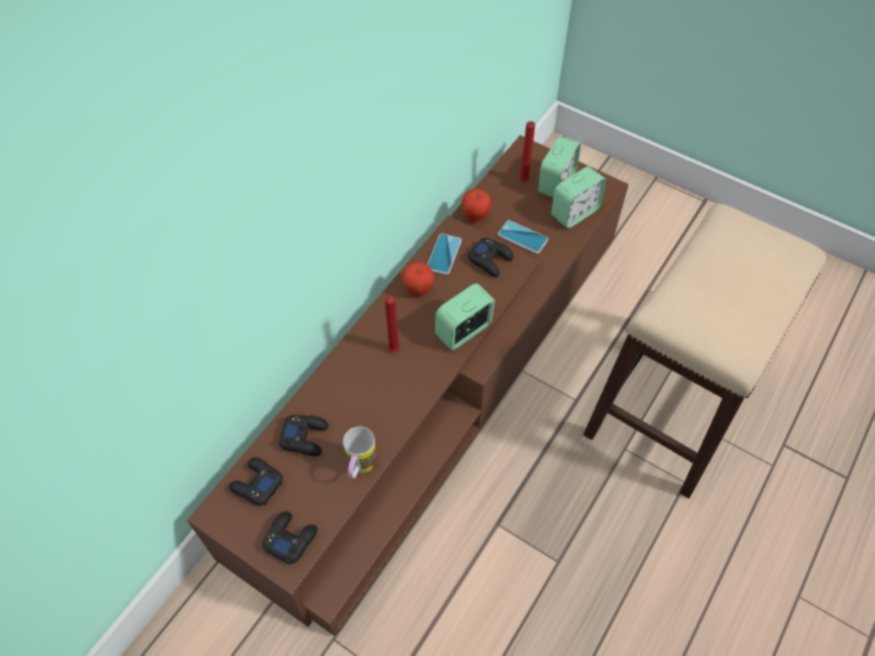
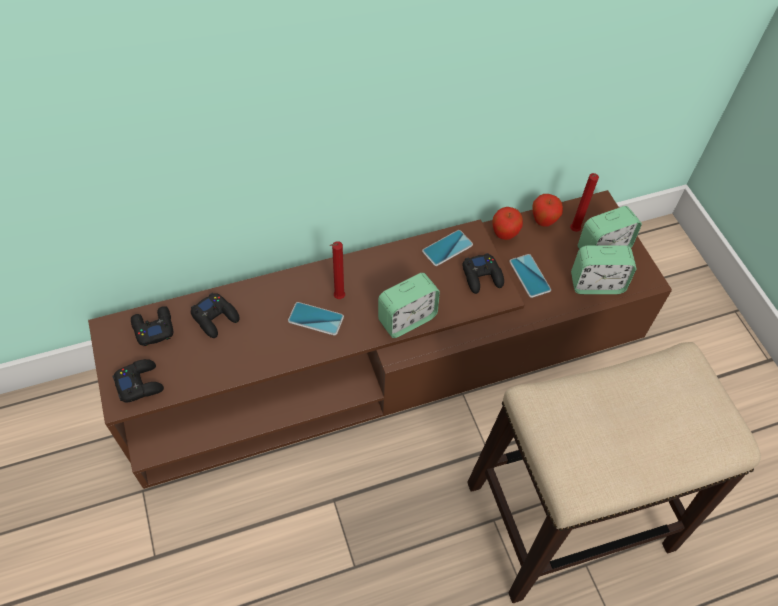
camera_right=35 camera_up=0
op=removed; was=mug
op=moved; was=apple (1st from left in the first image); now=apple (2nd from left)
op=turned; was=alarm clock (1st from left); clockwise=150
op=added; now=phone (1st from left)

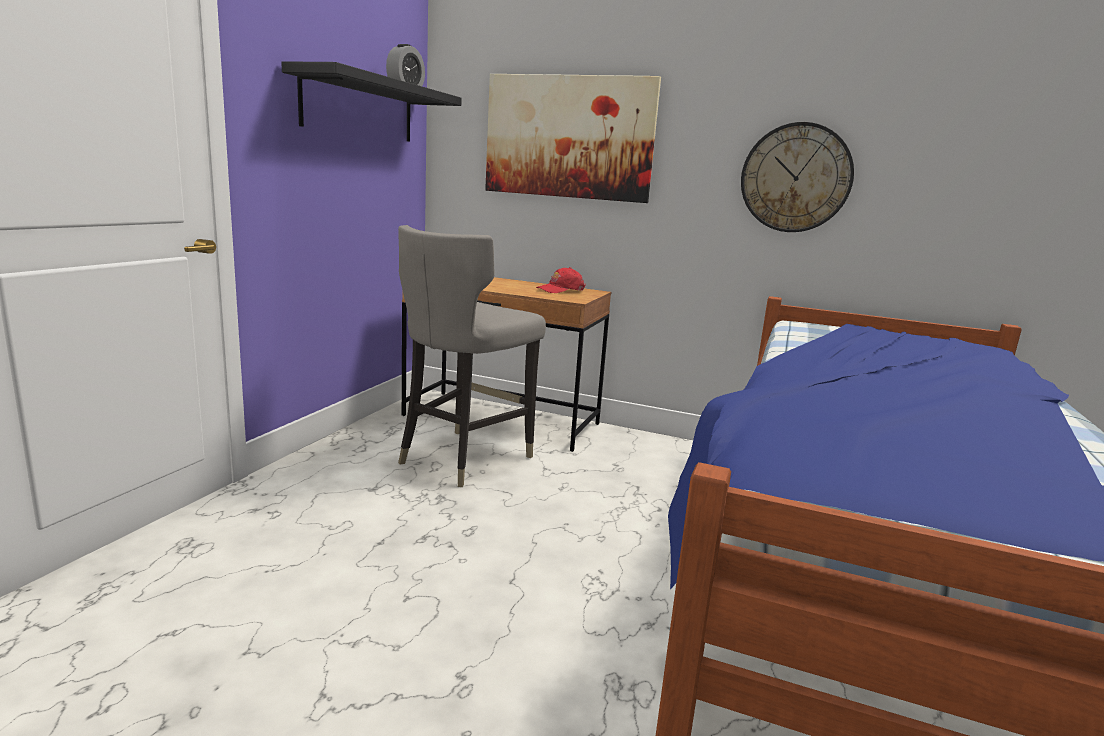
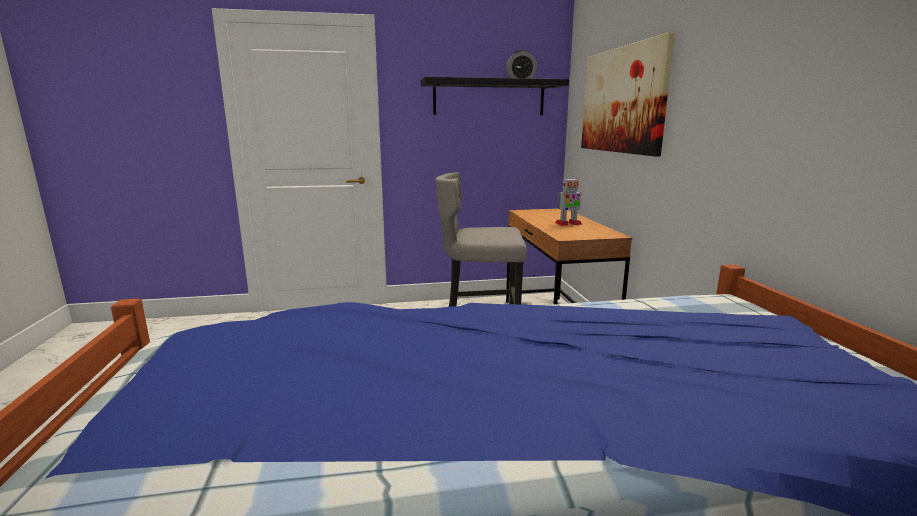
camera_right=60 camera_up=0
op=removed; was=red cap
op=removed; was=wall clock
op=added; now=toy robot

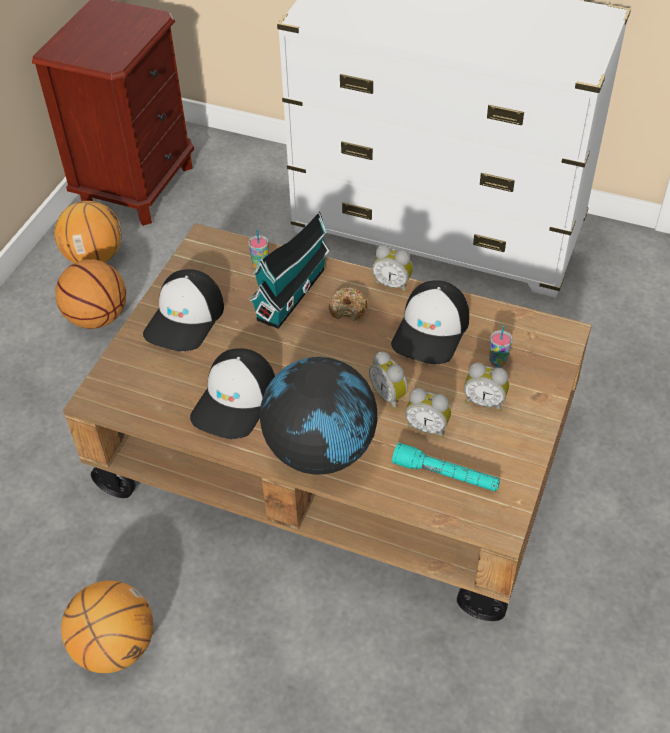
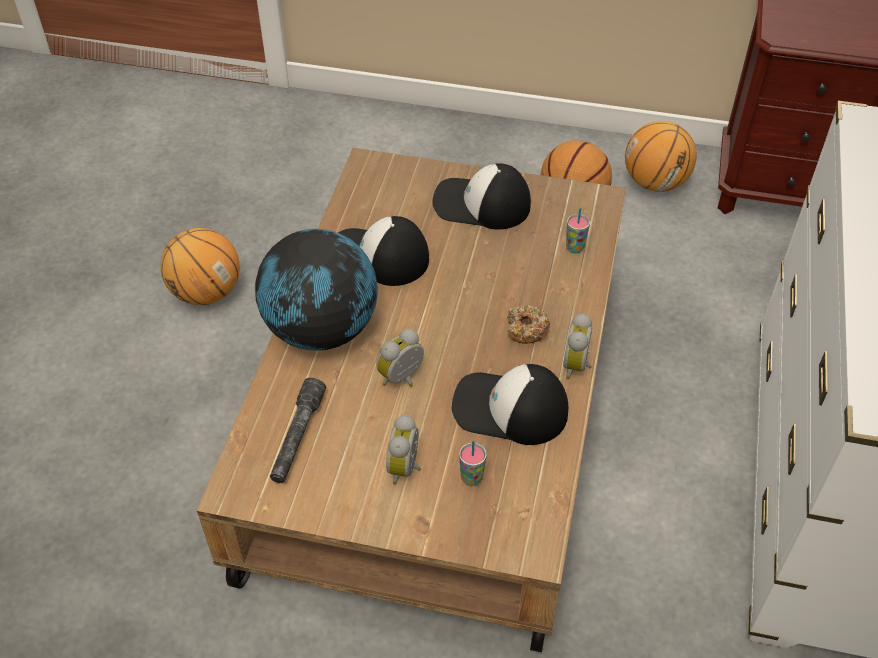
camera_right=80 camera_up=0
op=removed; was=toy house
op=recoloured; was=turquoise flashlight; now=grey flashlight
op=removed; was=alarm clock (3rd from left)

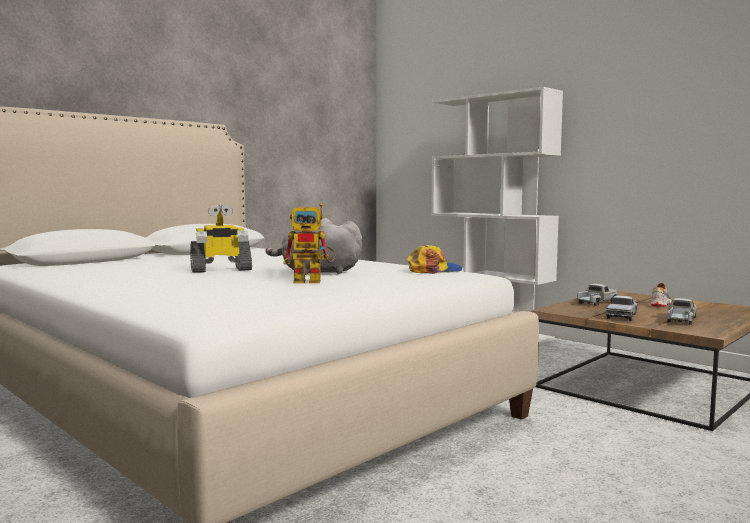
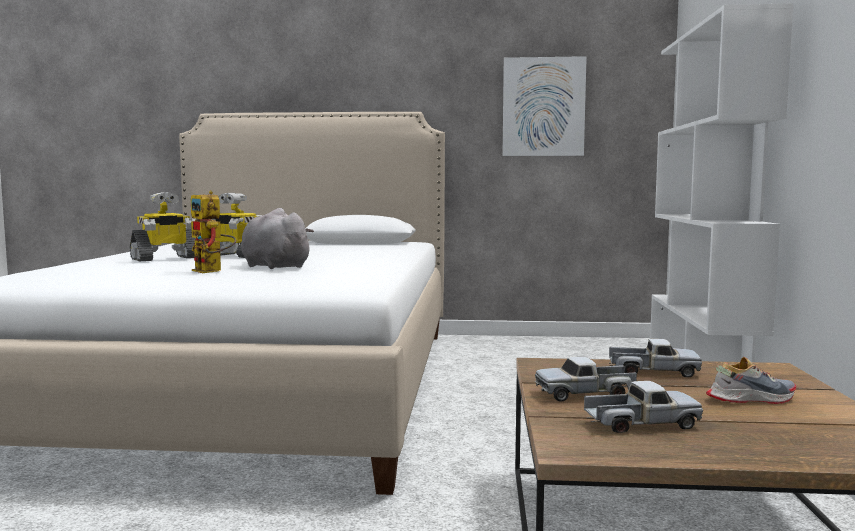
camera_right=50 camera_up=0
op=removed; was=cap
op=added; now=toy robot (1st from left)
op=added; now=picture

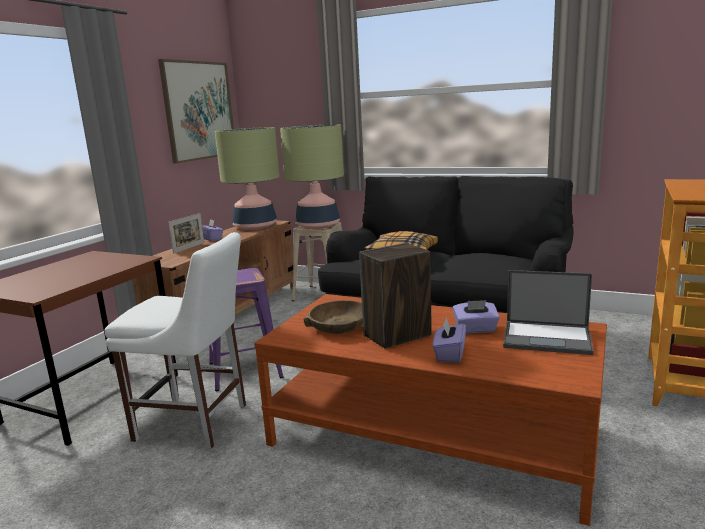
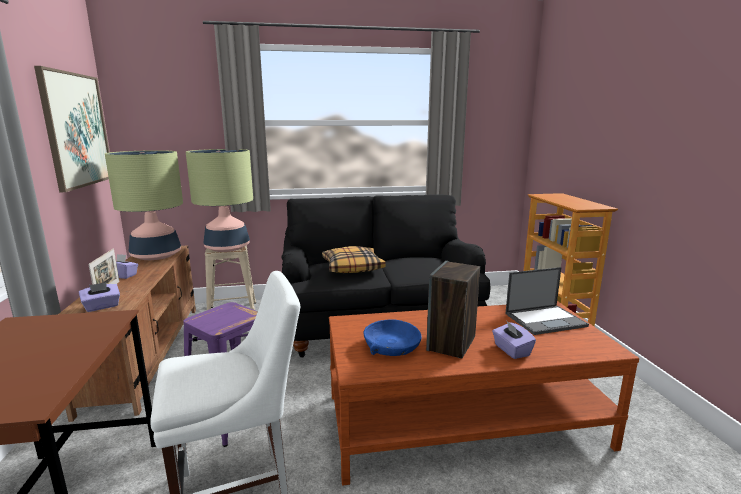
camera_right=-35 camera_up=0
op=recoloured; was=brown bowl; now=blue bowl
op=moved; was=purple tissue box (3rd from left in the first image); now=purple tissue box (1st from left)

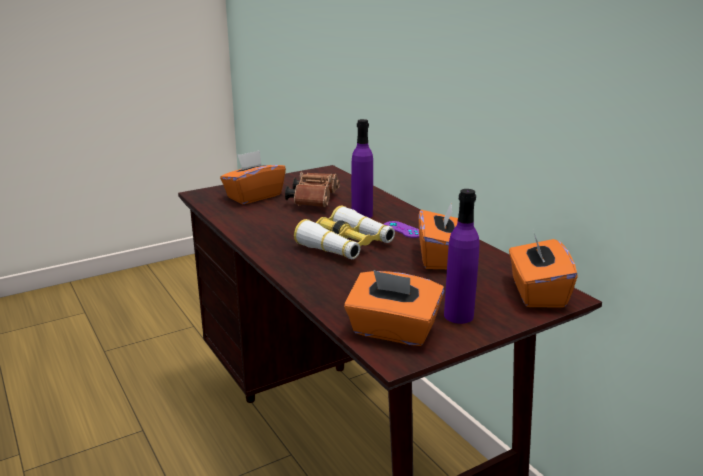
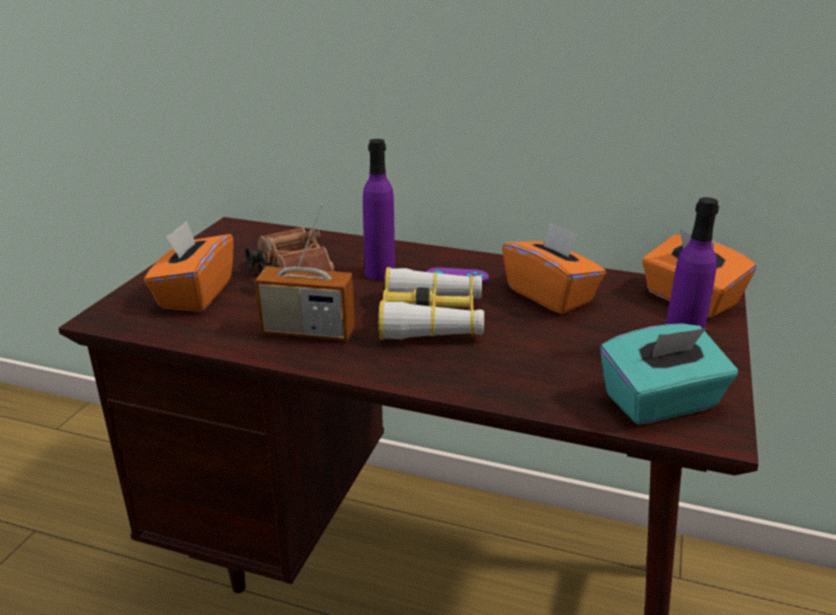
camera_right=-40 camera_up=5
op=recoloured; was=orange tissue box (2nd from left); now=turquoise tissue box
op=added; now=radio

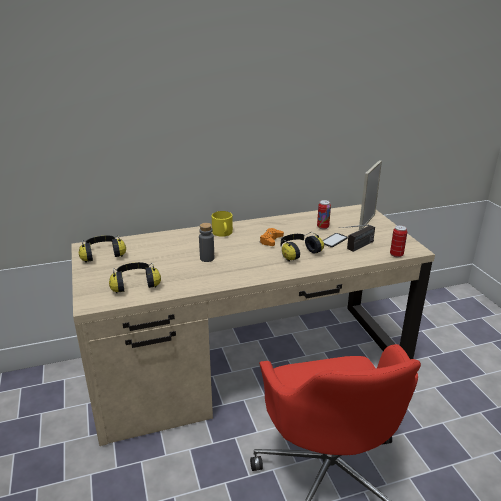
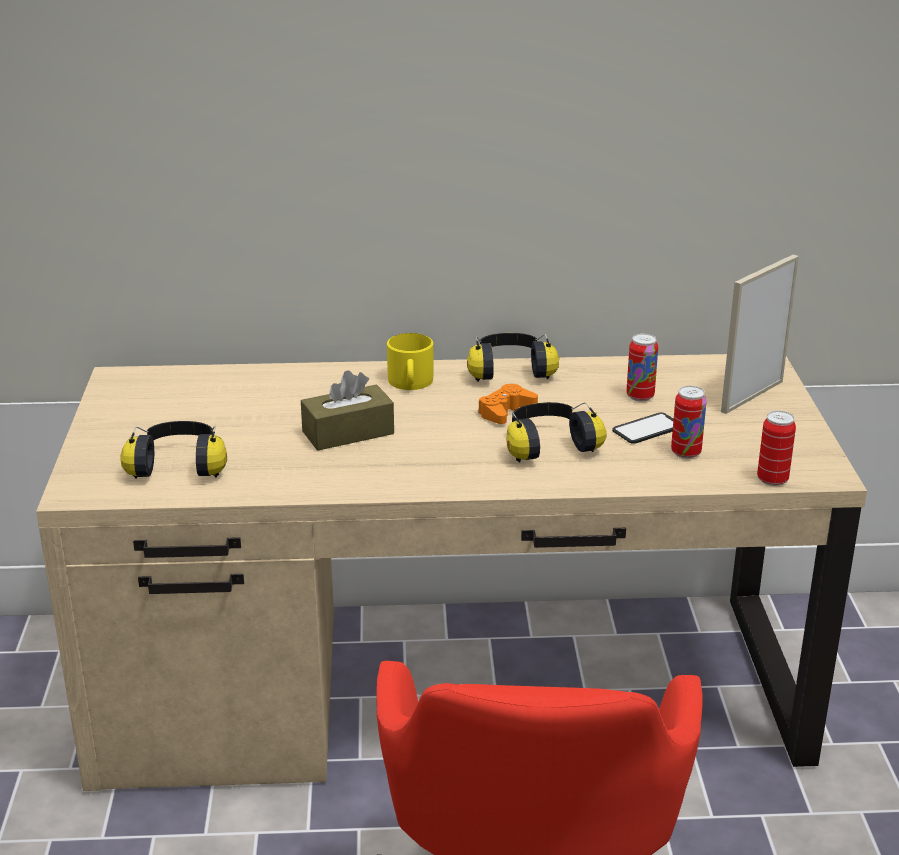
camera_right=15 camera_up=0
op=moved; was=headphones (1st from left in the first image); now=headphones (2nd from left)
op=replaced; was=grey bottle; now=brown tissue box
op=replaced; was=radio; now=can (2nd from left)

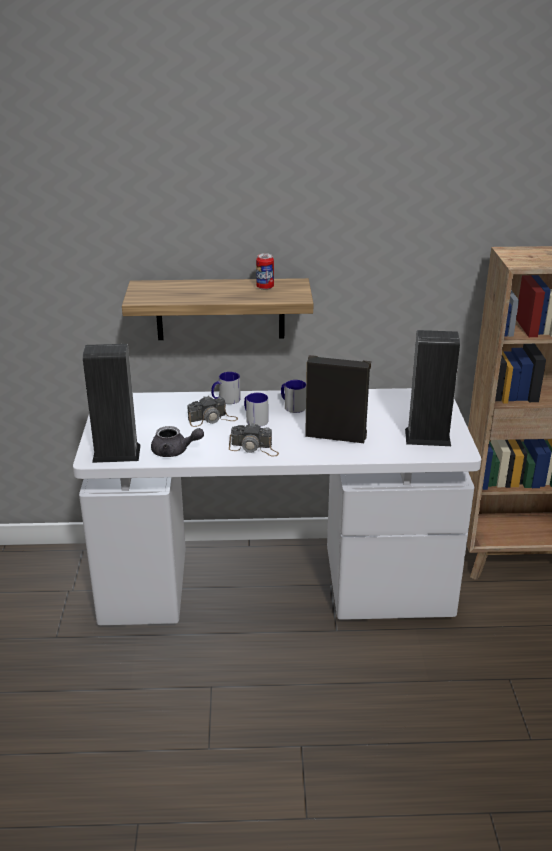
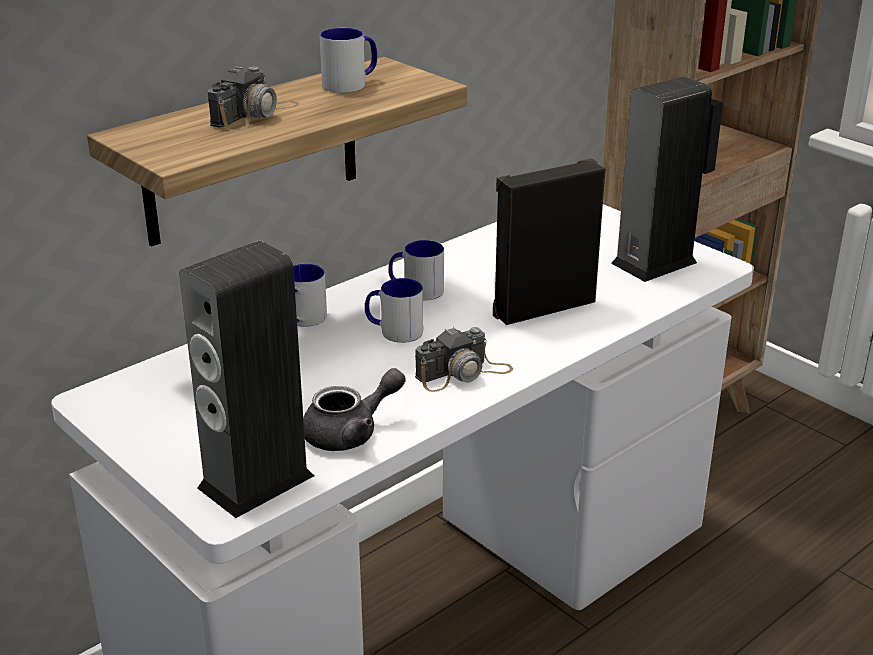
camera_right=-40 camera_up=0
op=moved; was=photo camera (1st from left)
op=replaced; was=can; now=mug (2nd from left)

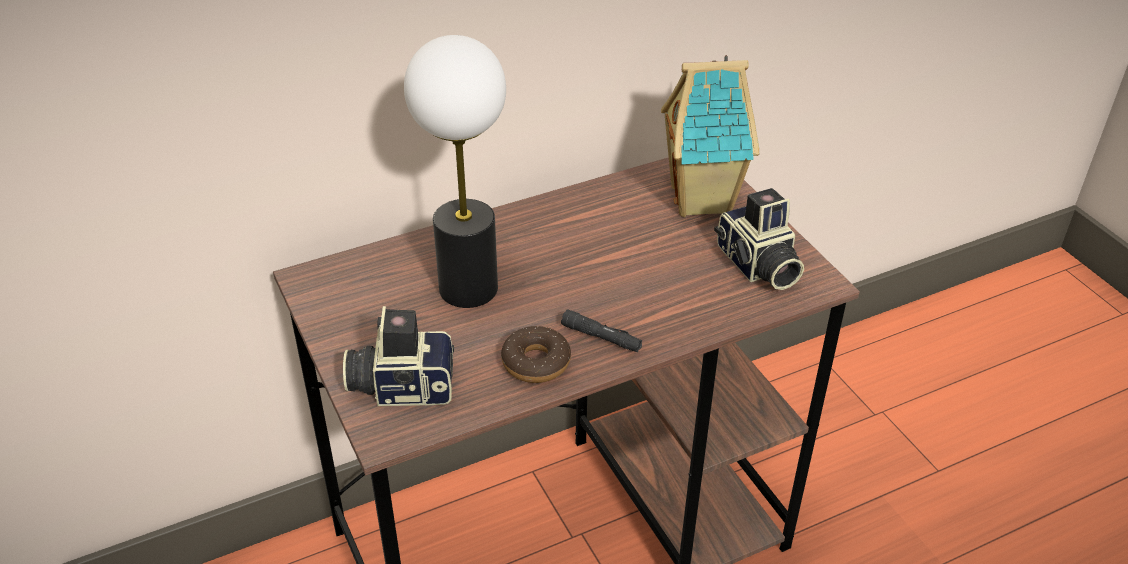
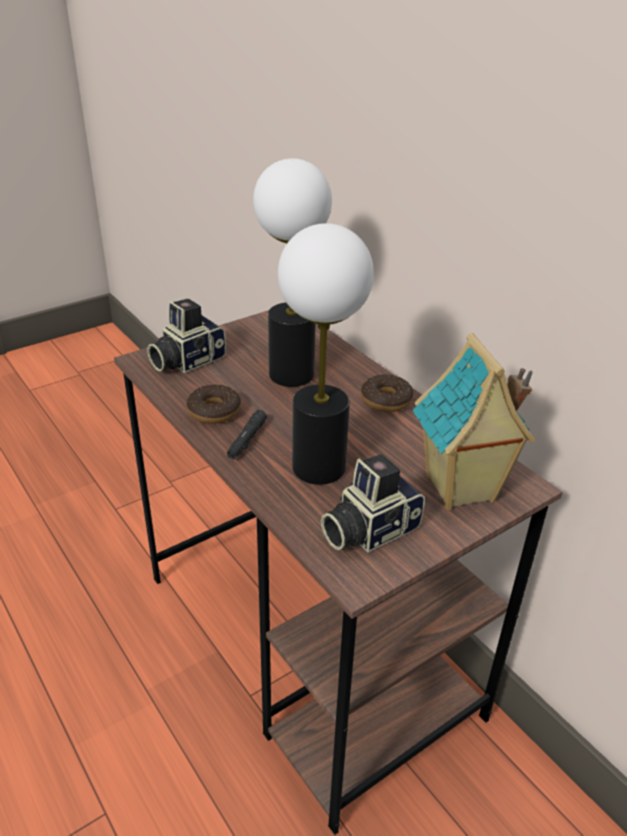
camera_right=80 camera_up=-5
op=turned; was=photo camera (1st from left); clockwise=-120
op=added; now=table lamp (2nd from left)
op=added; now=donut (2nd from left)

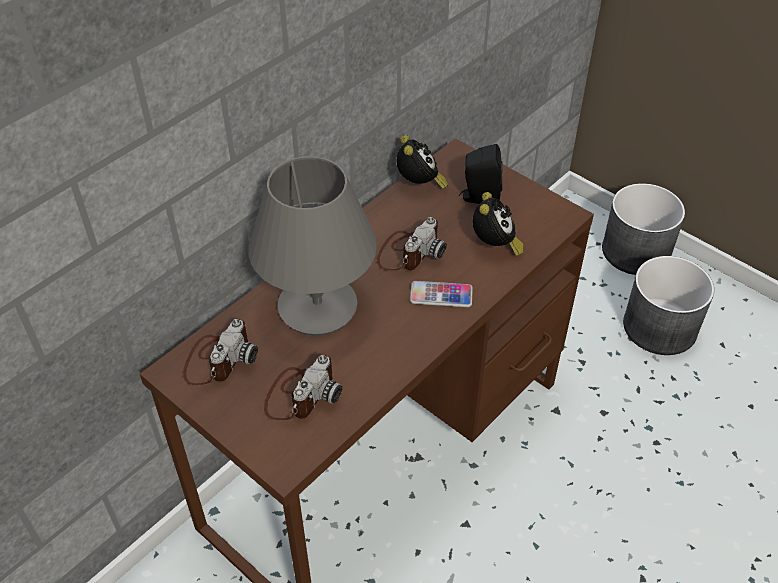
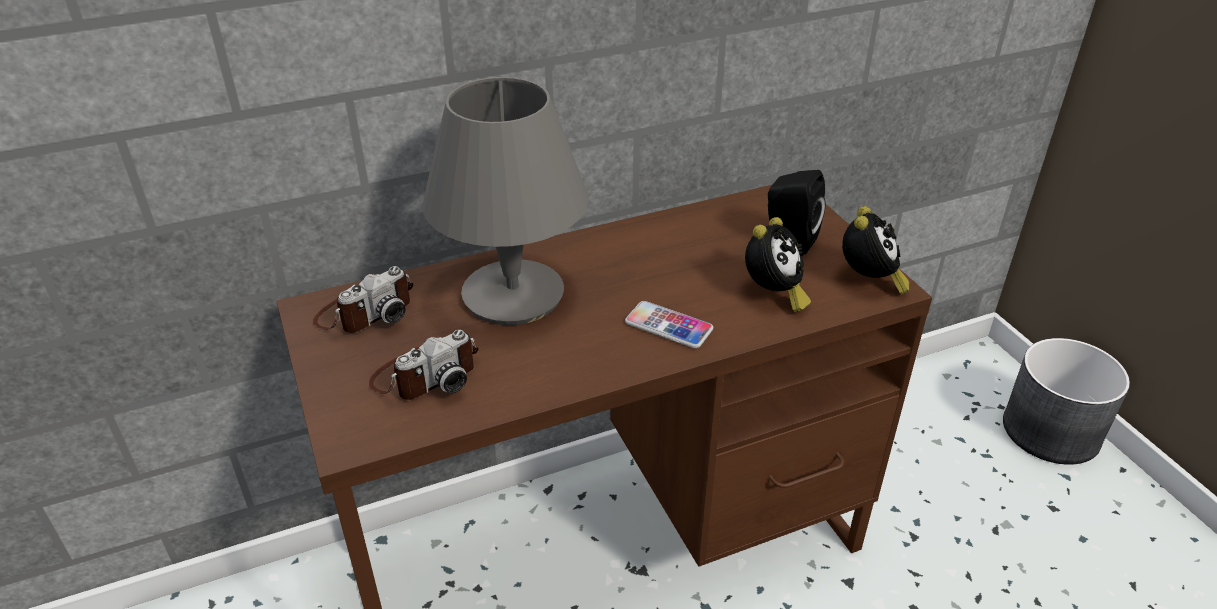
camera_right=25 camera_up=-10
op=removed; was=photo camera (3rd from left)
op=moved; was=alarm clock (1st from left in the first image); now=alarm clock (2nd from left)
op=removed; was=grey planter (2nd from left)

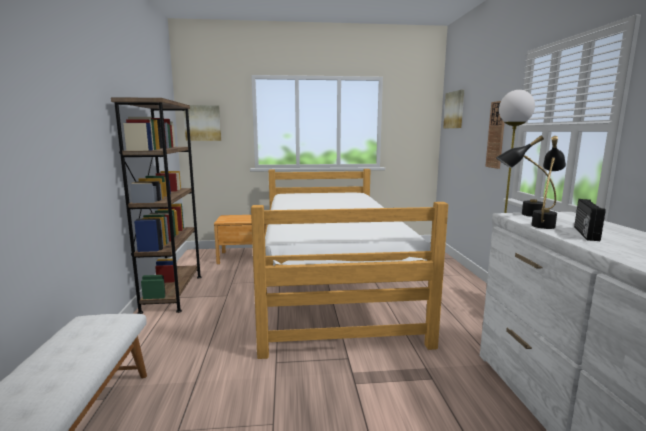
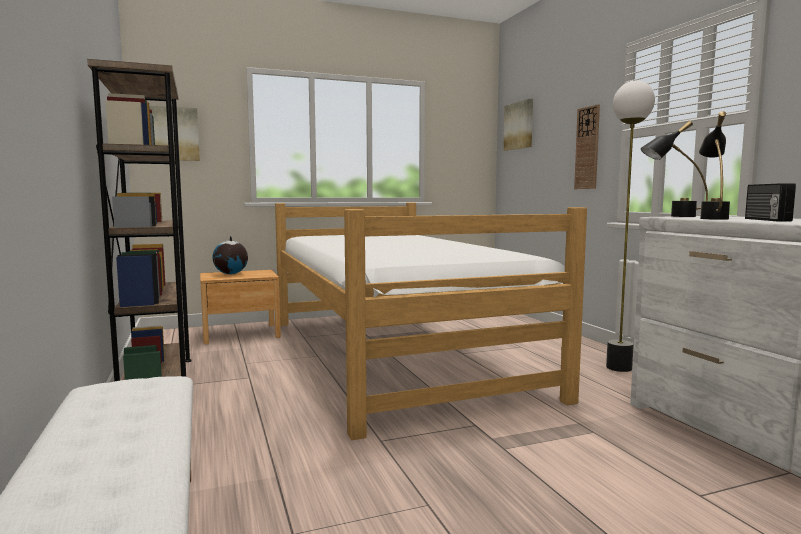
camera_right=-15 camera_up=-5
op=added; now=globe

